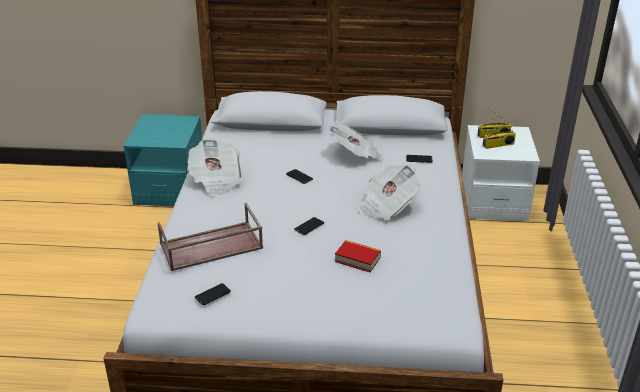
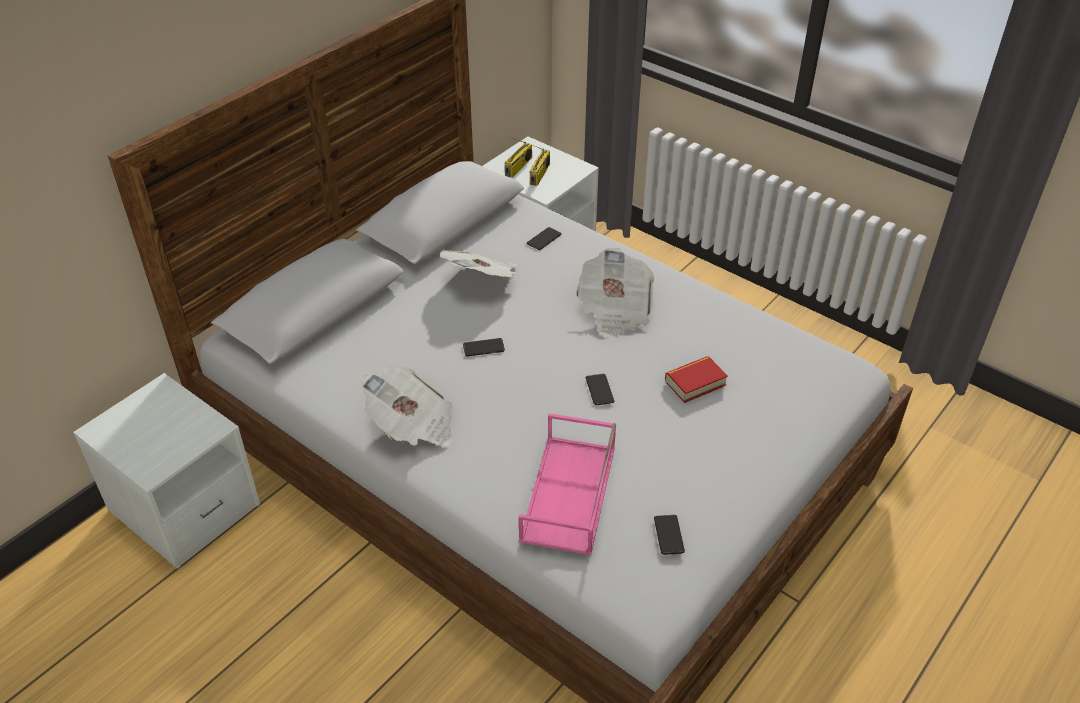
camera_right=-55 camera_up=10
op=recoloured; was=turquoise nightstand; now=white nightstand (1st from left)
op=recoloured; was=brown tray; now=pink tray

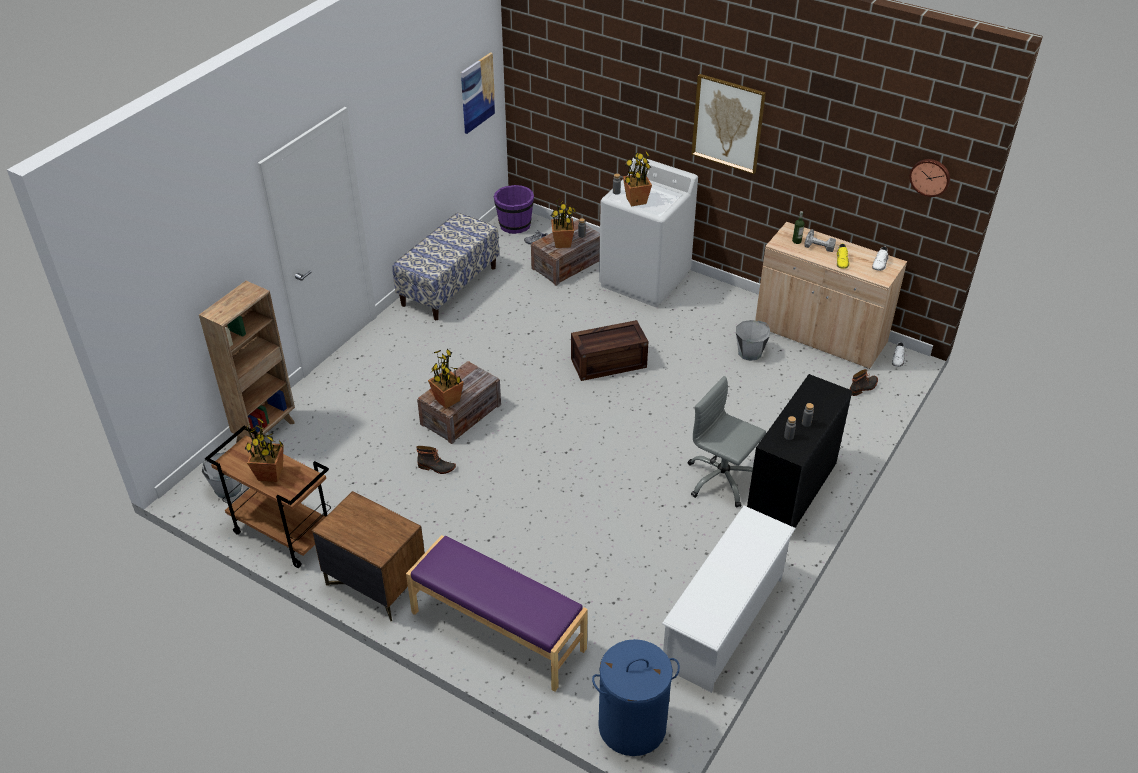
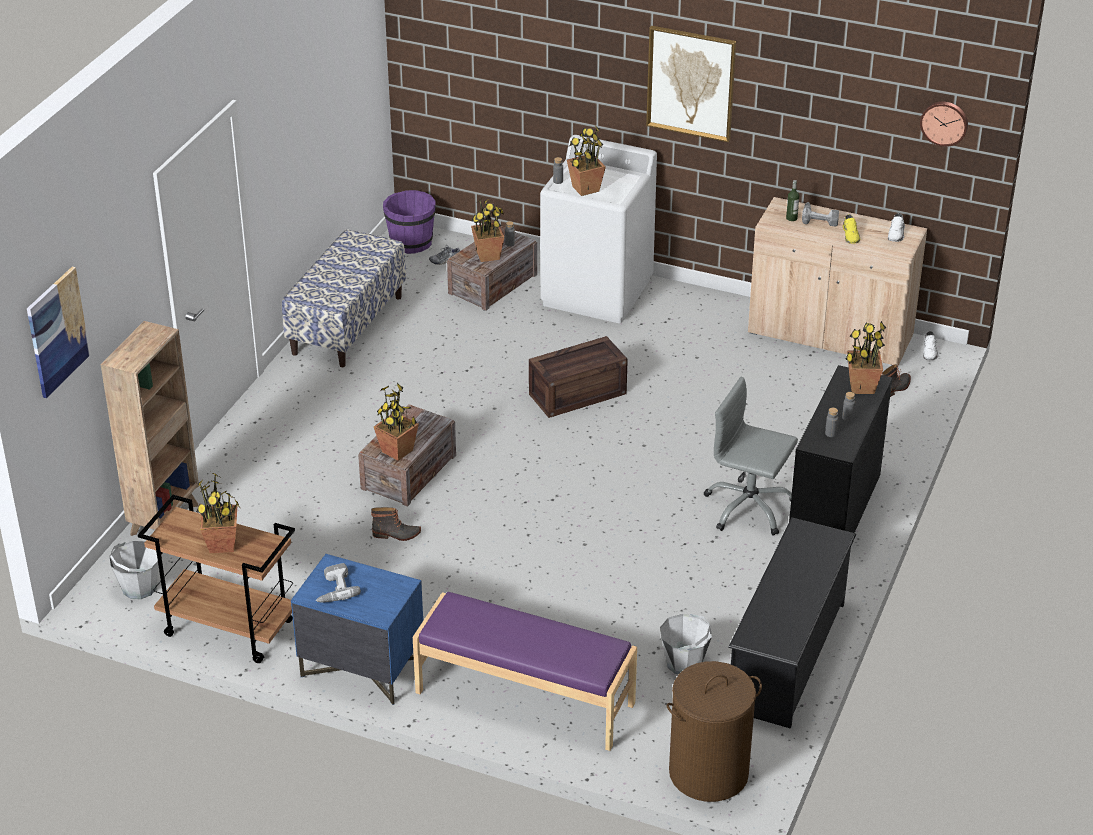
camera_right=-10 camera_up=-5
op=recoloured; was=brown nightstand; now=blue nightstand
op=moved; was=picture (1st from left)
op=recoloured; was=blue laundry basket; now=brown laundry basket
op=recoloured; was=white shoe rack; now=black shoe rack
op=moved; was=grey bucket (2nd from left)
op=added; now=power drill (1st from left)
op=added; now=potted plant (5th from left)

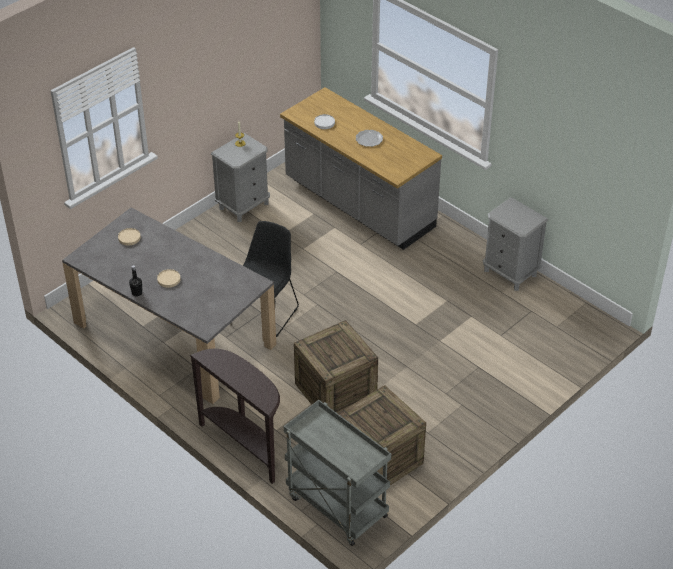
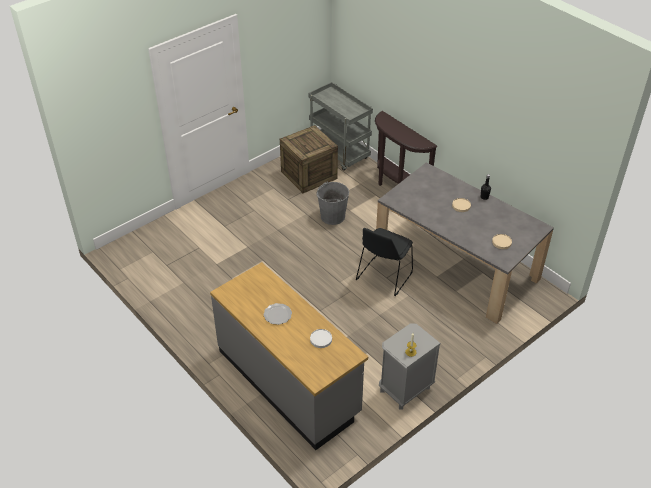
camera_right=-175 camera_up=0
op=replaced; was=crate (1st from left); now=grey bucket
op=removed; was=grey nightstand (2nd from left)

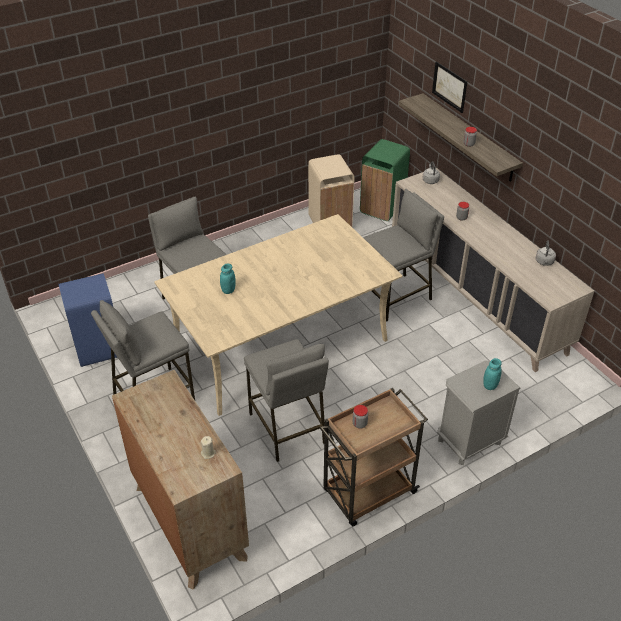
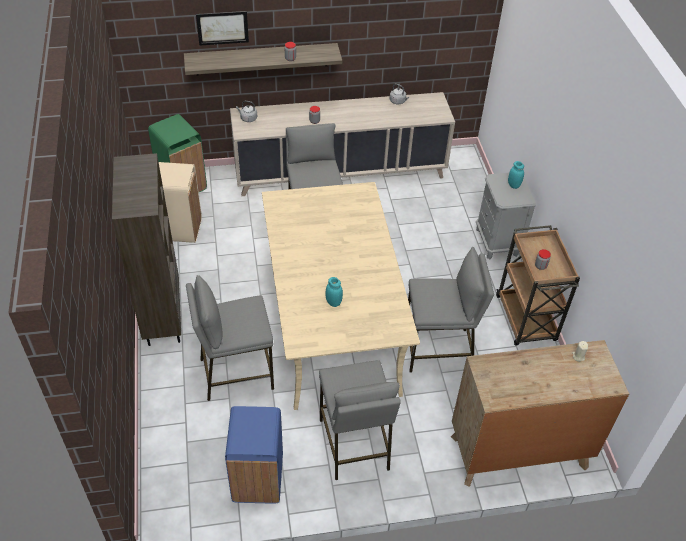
camera_right=-70 camera_up=5
op=added; now=brown bookcase

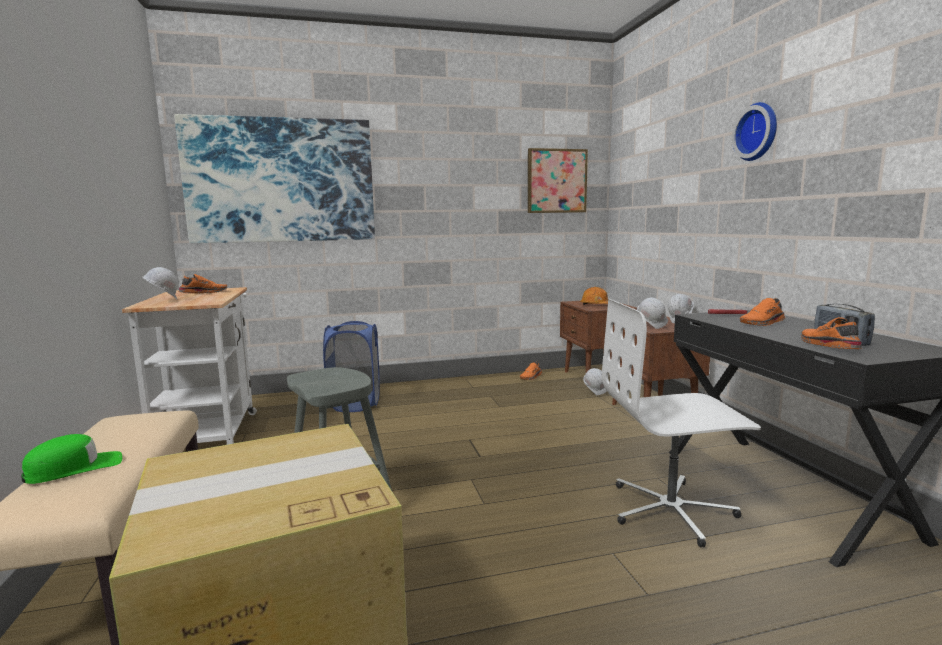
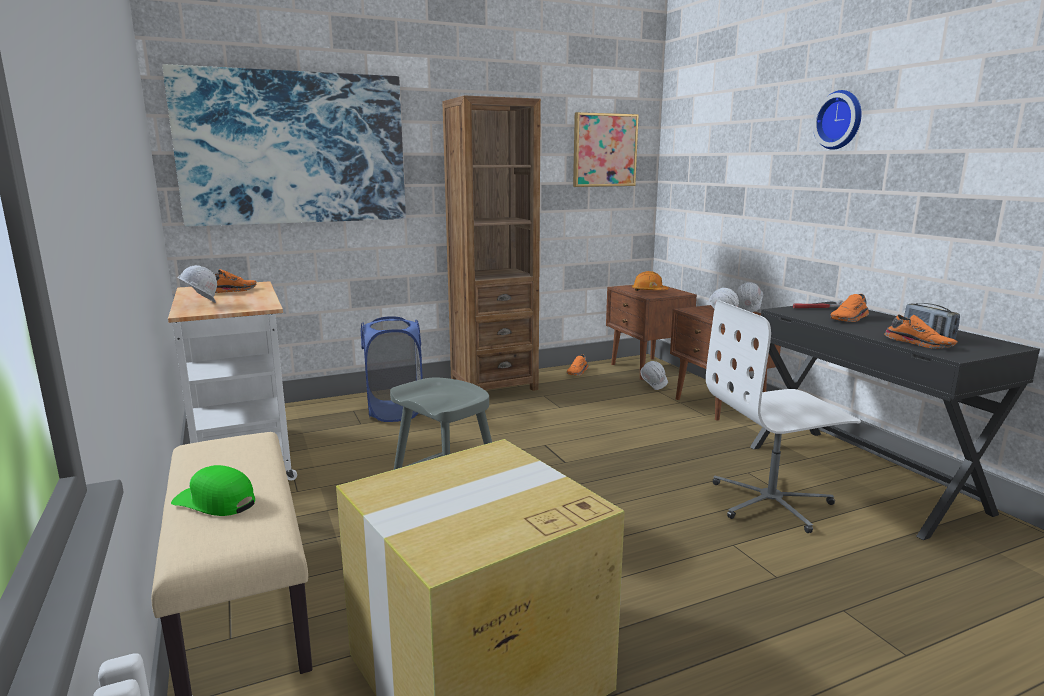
camera_right=-10 camera_up=5
op=turned; was=green cap; clockwise=-105
op=turned; was=orange shoe (4th from left); clockwise=150
op=added; now=brown bookcase

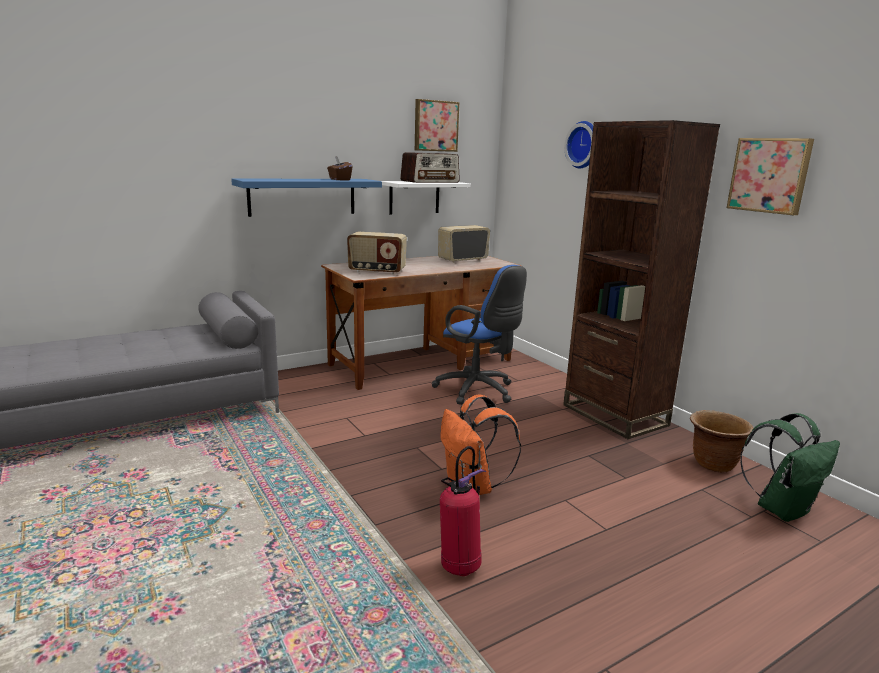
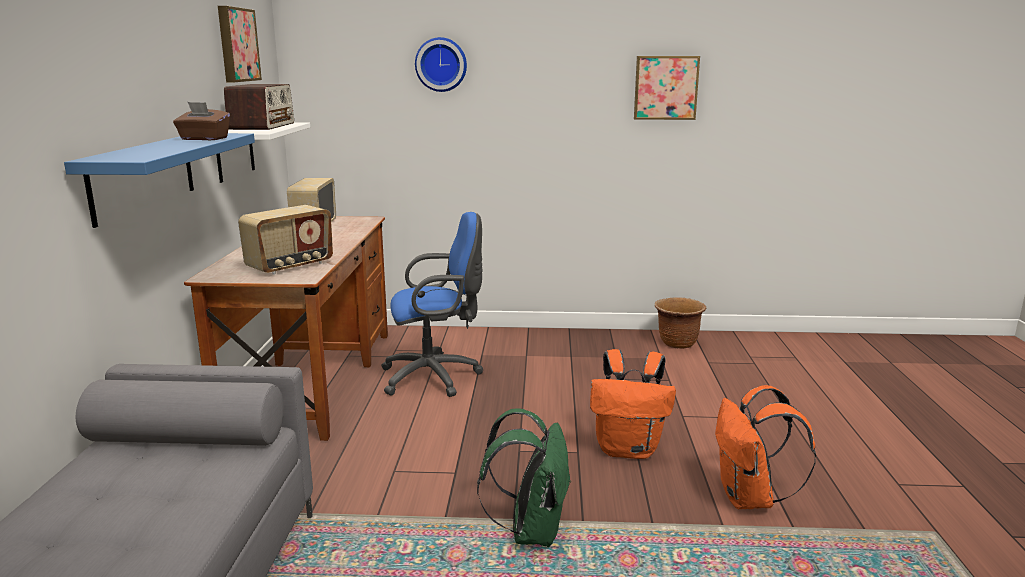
camera_right=-55 camera_up=0
op=replaced; was=fire extinguisher; now=orange backpack (2nd from left)
op=removed; was=brown bookcase
op=moved; was=green backpack

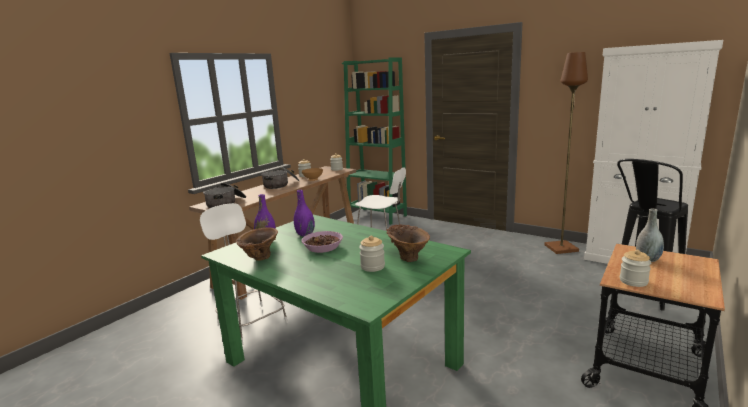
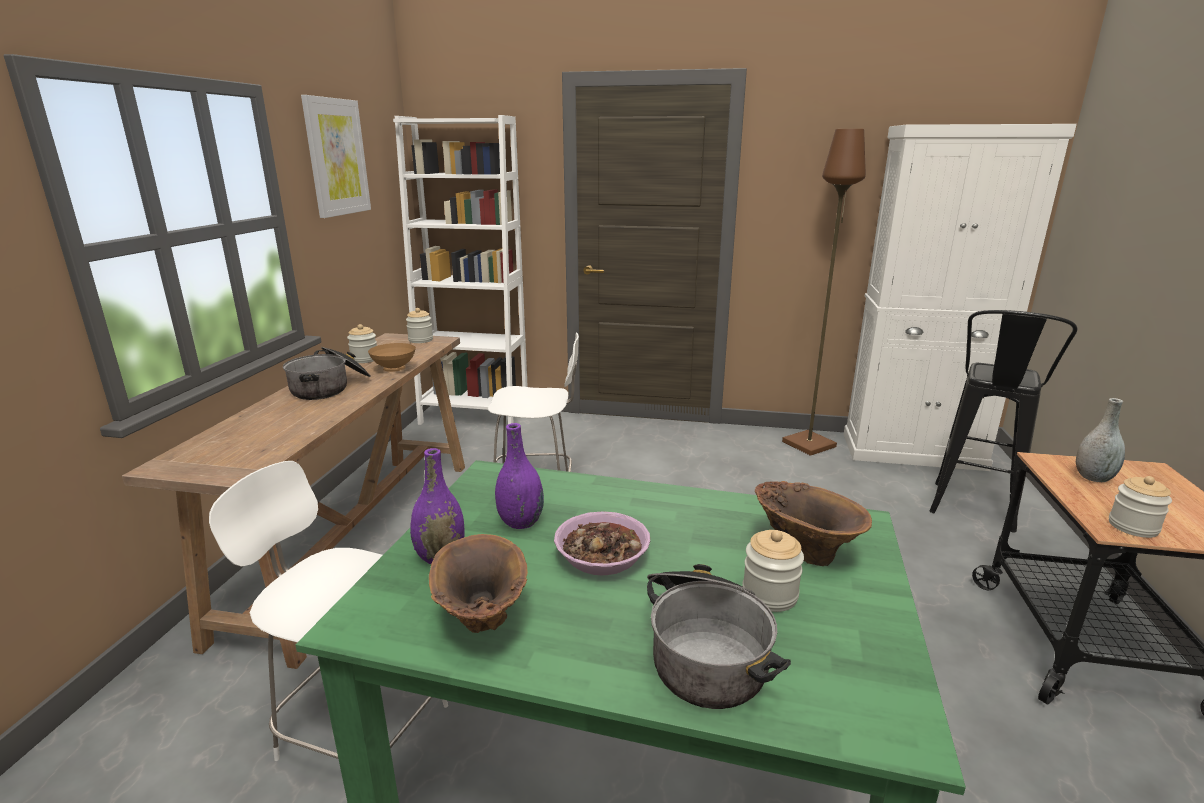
camera_right=-25 camera_up=5
op=moved; was=cooking pot (1st from left in the first image); now=cooking pot (2nd from left)
op=recoloured; was=green bookcase; now=white bookcase
op=added; now=picture

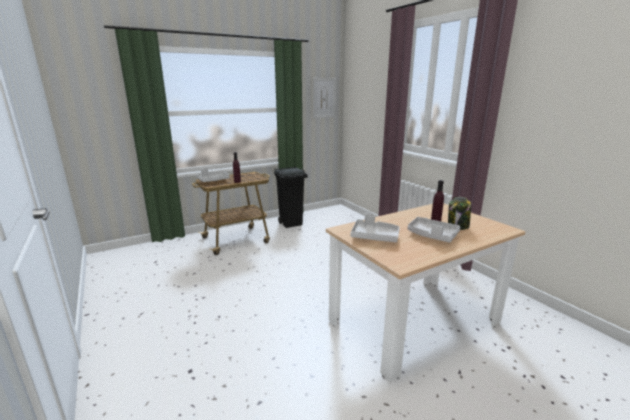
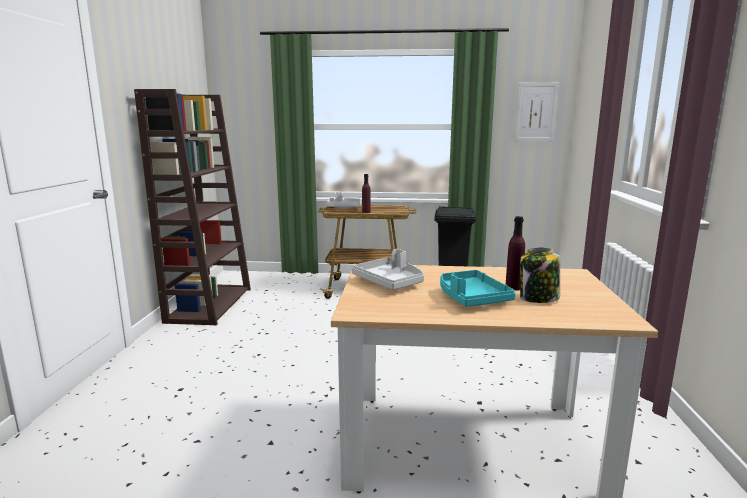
camera_right=35 camera_up=-5
op=recoloured; was=grey tray (3rd from left); now=turquoise tray
op=added; now=brown bookcase

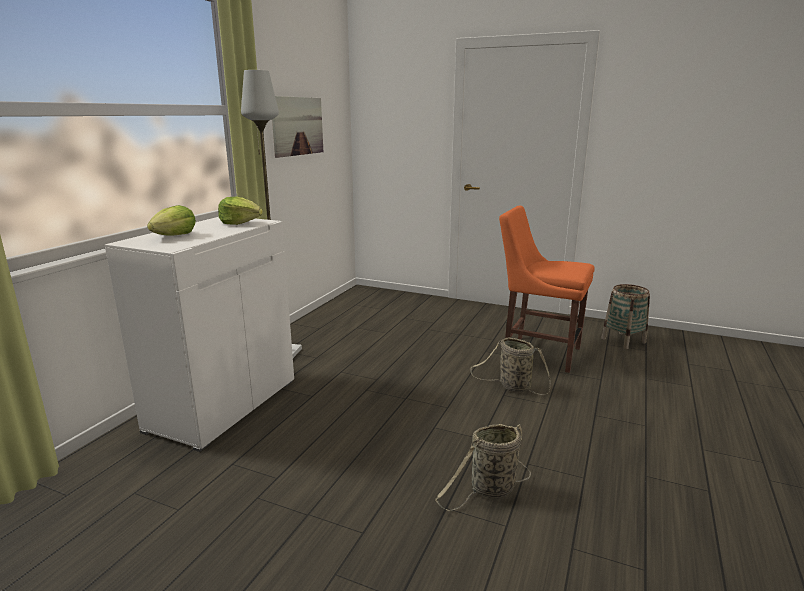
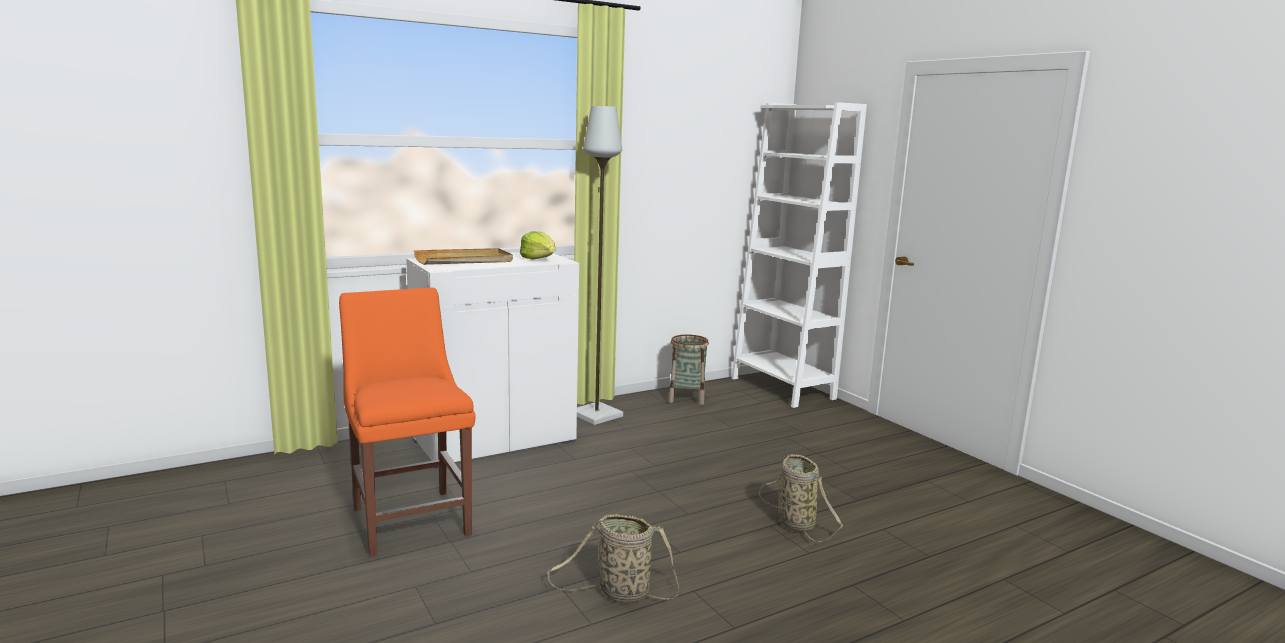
camera_right=35 camera_up=-5
op=replaced; was=lettuce (1st from left); now=beige tray
op=removed; was=picture
op=moved; was=orange chair
op=moved; was=basket (3rd from left in the first image); now=basket (2nd from left)
op=added; now=white bookcase

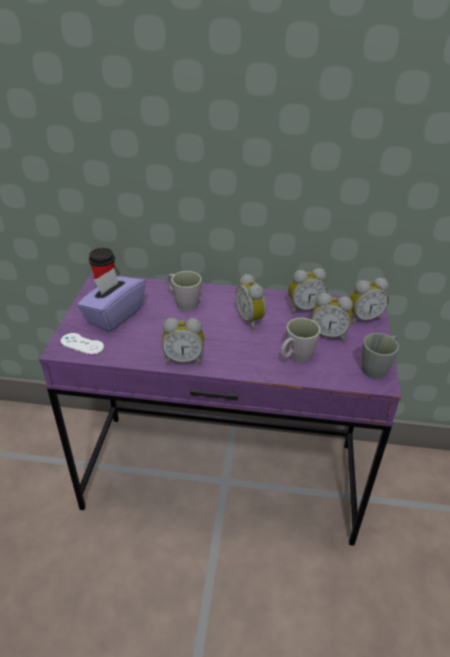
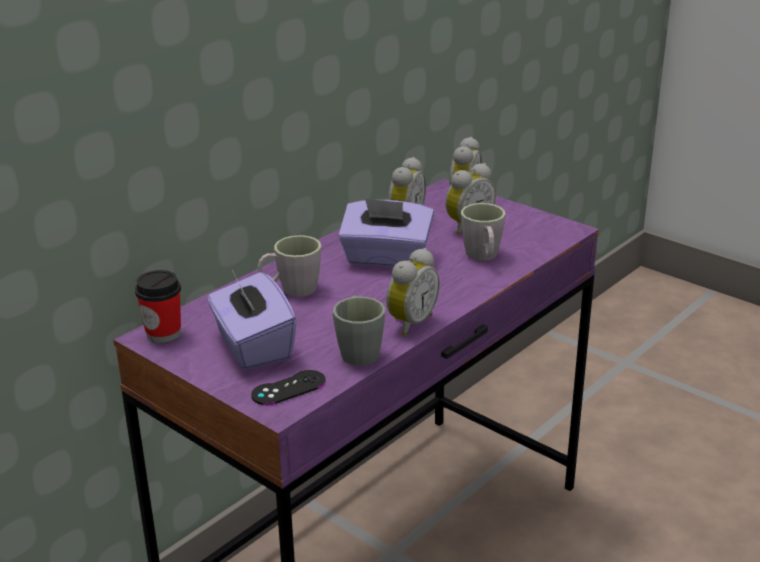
camera_right=-55 camera_up=-10
op=recoloured; was=white game controller; now=black game controller
op=replaced; was=alarm clock (2nd from left); now=purple tissue box (2nd from left)
op=moved; was=grey mug (3rd from left in the first image); now=grey mug (2nd from left)

